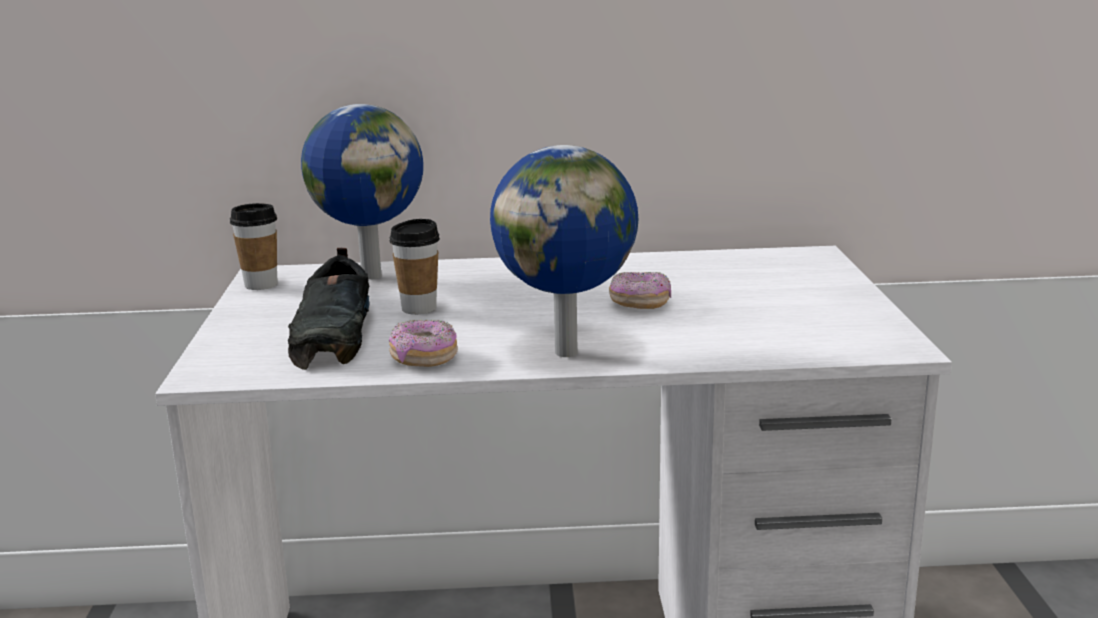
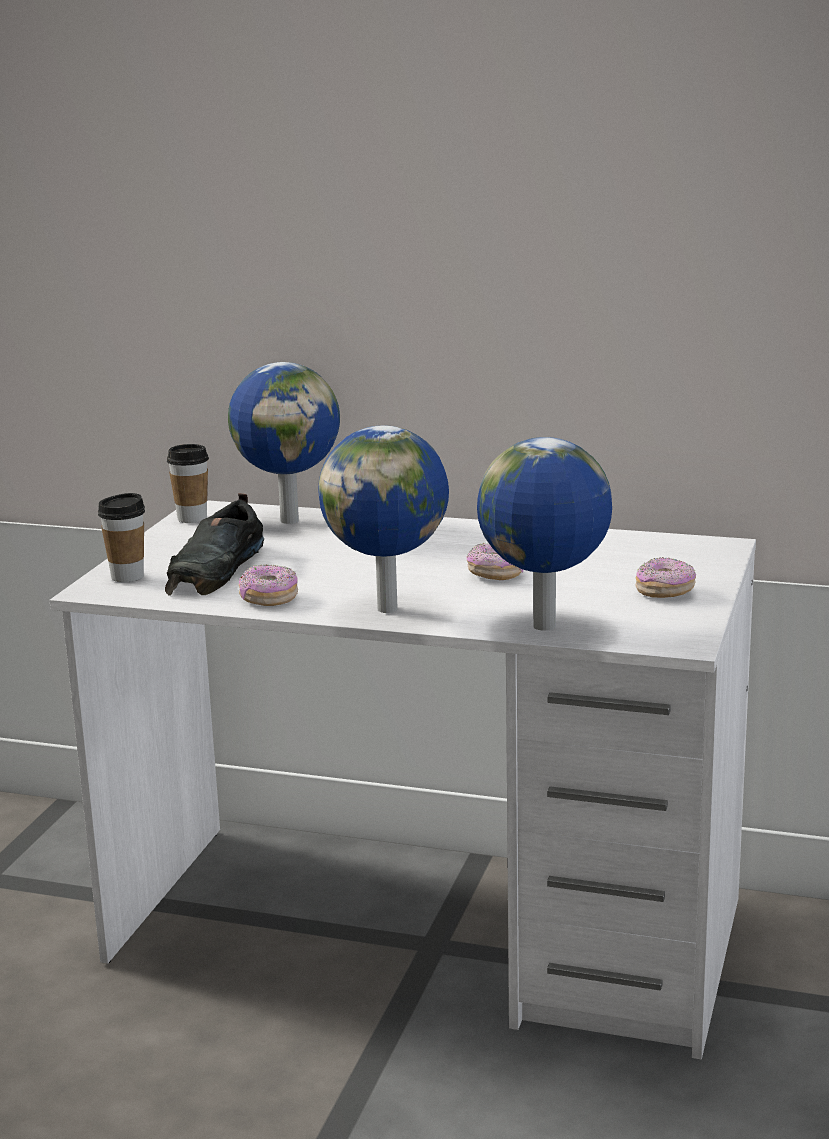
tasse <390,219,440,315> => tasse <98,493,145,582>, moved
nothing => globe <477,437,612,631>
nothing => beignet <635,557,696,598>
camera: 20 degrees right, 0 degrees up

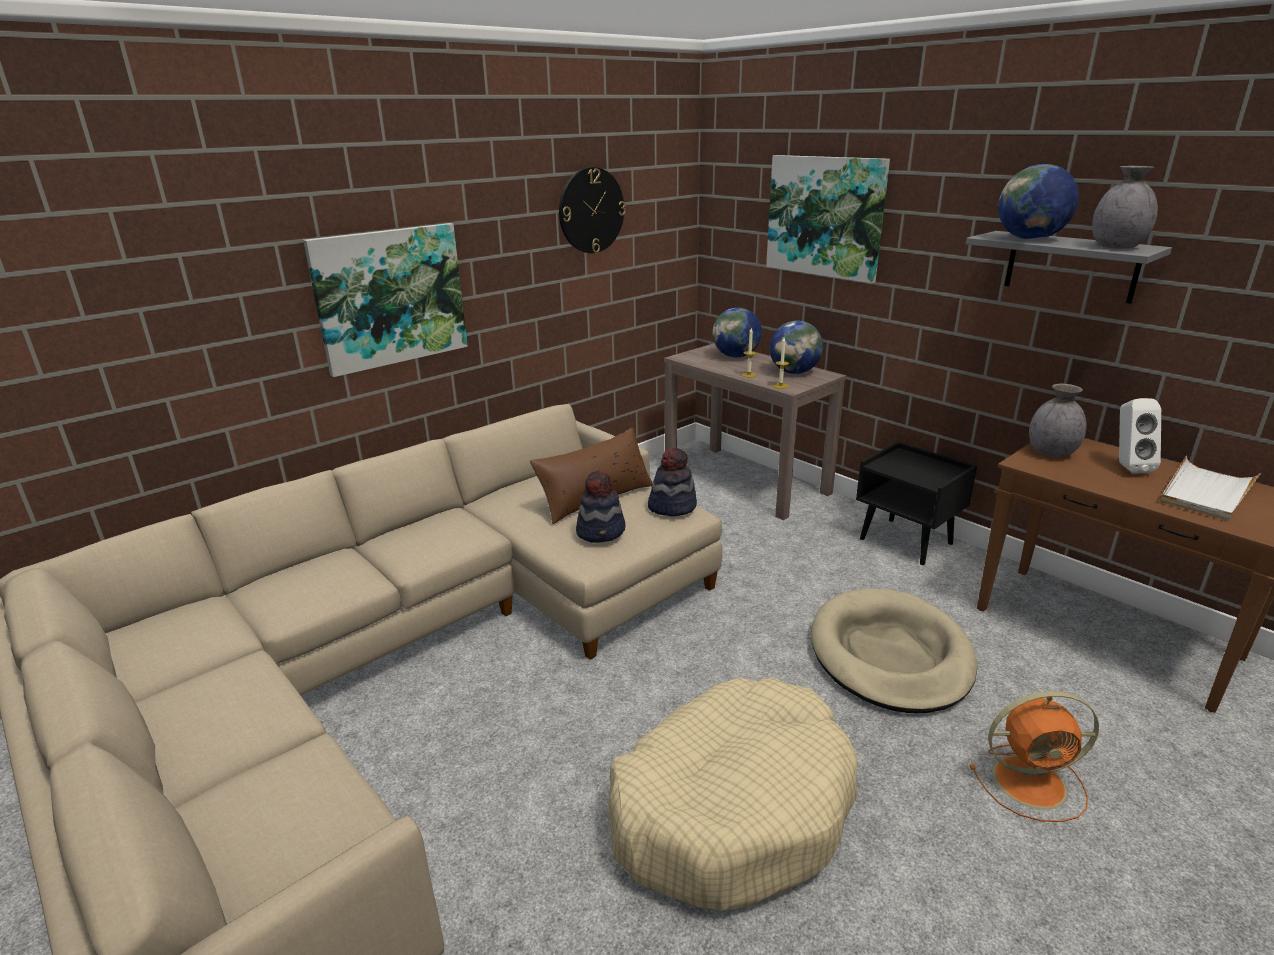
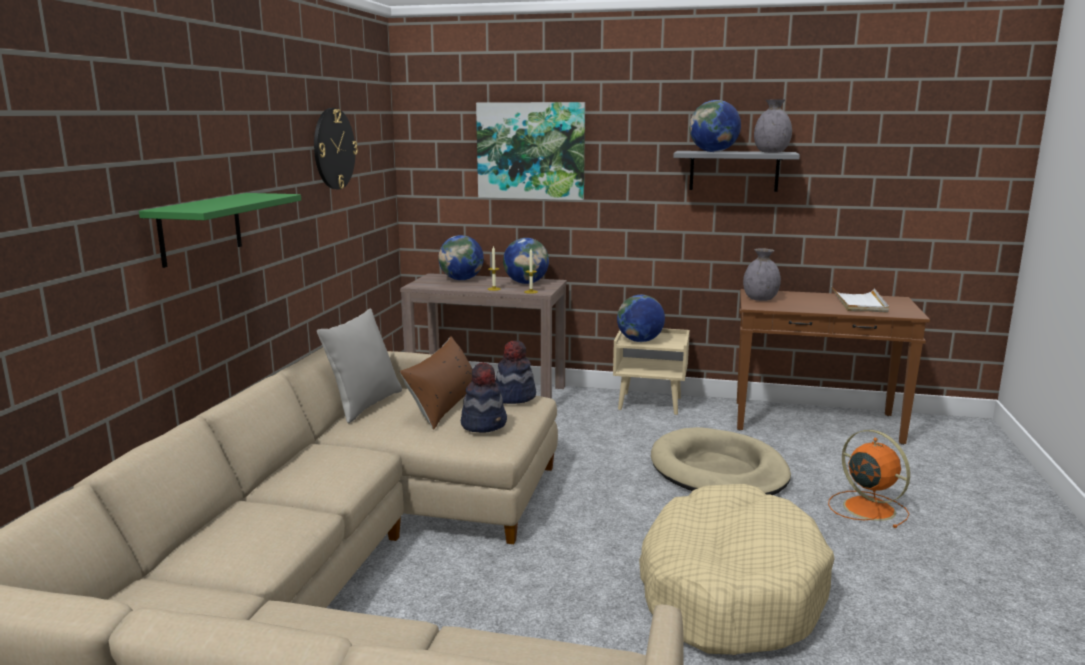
tableau <303,223,468,377> => étagère [vert] <139,193,301,268>
enceinte [blanc] <1119,398,1161,474> => nothing
table de chevet [noir] <856,442,977,565> => table de chevet [beige] <613,328,690,415>
ventilateur [orange] <970,691,1099,822> => ventilateur [orange] <828,430,910,528>, 90 degrees counterclockwise
nothing => globe <617,295,665,342>
nothing => coussin [gris] <317,309,402,423>
camera: 35 degrees left, 10 degrees down

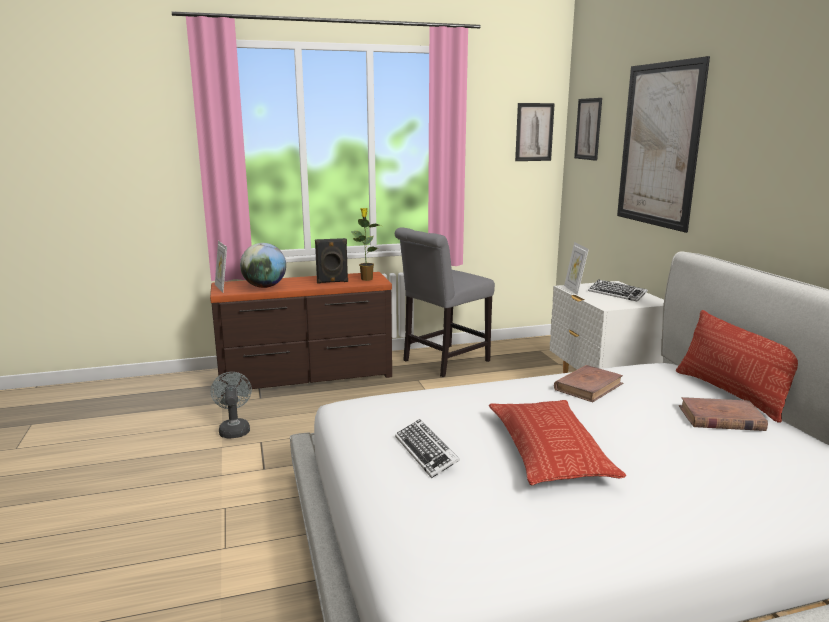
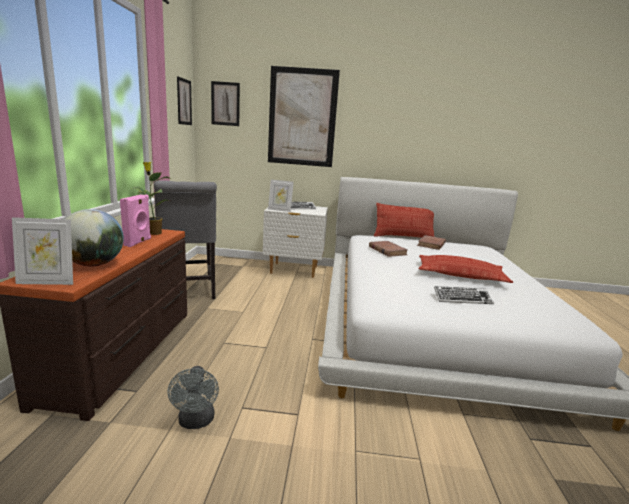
enceinte [noir] <315,238,348,284> => enceinte [rose] <120,195,151,247>
ventilateur [gris] <211,372,252,439> => ventilateur [gris] <168,366,219,429>, 105 degrees counterclockwise
camera: 70 degrees left, 0 degrees up

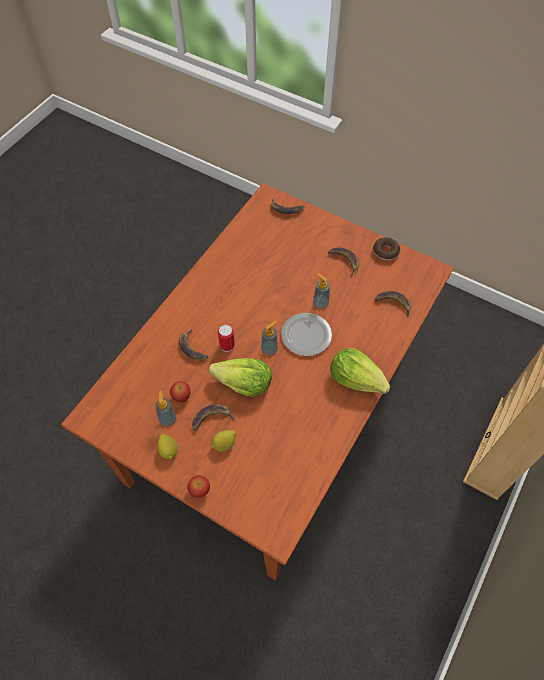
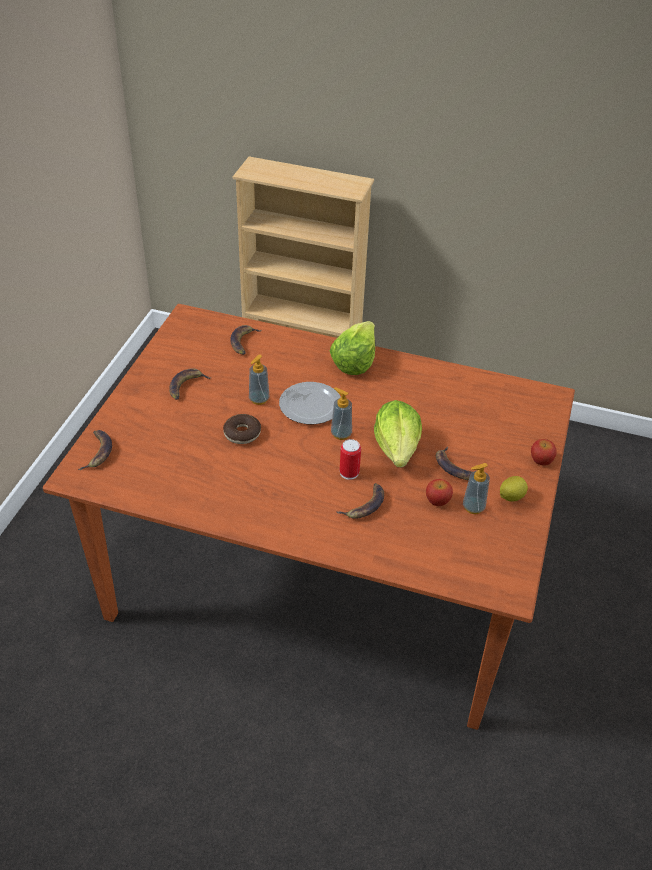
beignet <373,237,400,261> => beignet <223,414,261,444>, moved
citron <212,430,236,452> => nothing
camera: 105 degrees left, 15 degrees down

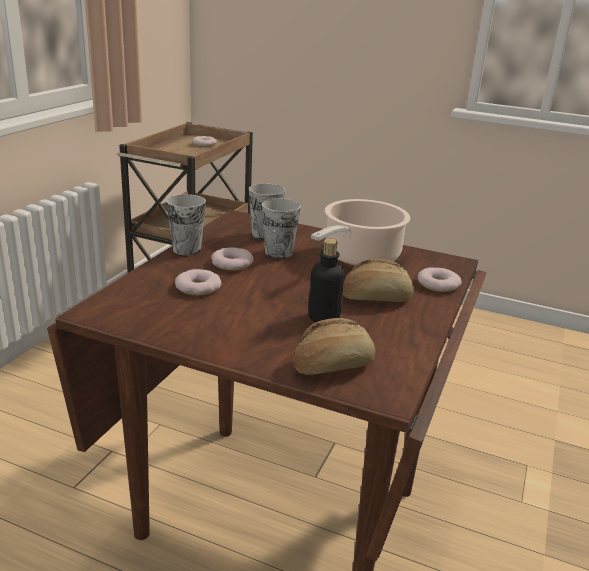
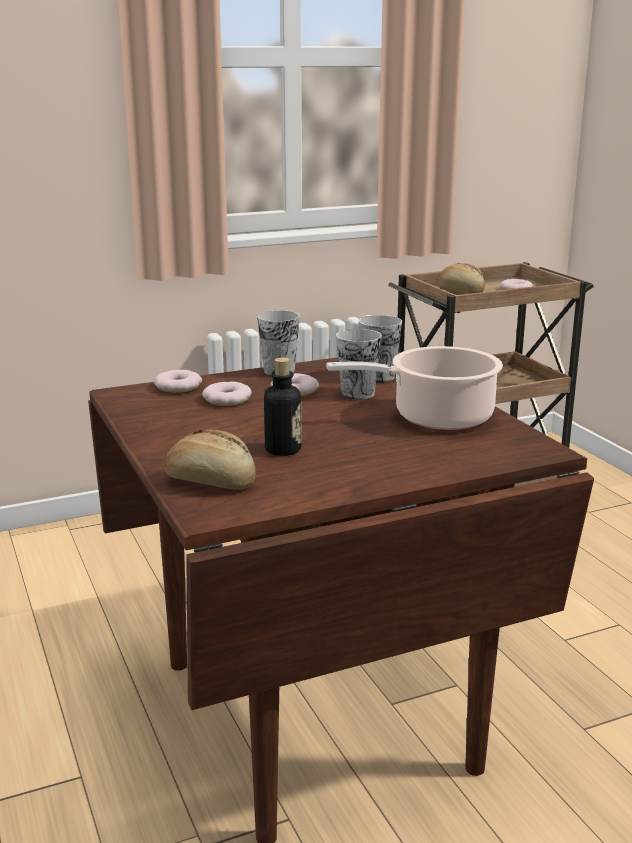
pain <343,259,414,302> => pain <437,263,485,294>, moved
beignet <418,267,462,292> => beignet <154,370,202,393>, moved
camera: 45 degrees right, 5 degrees down

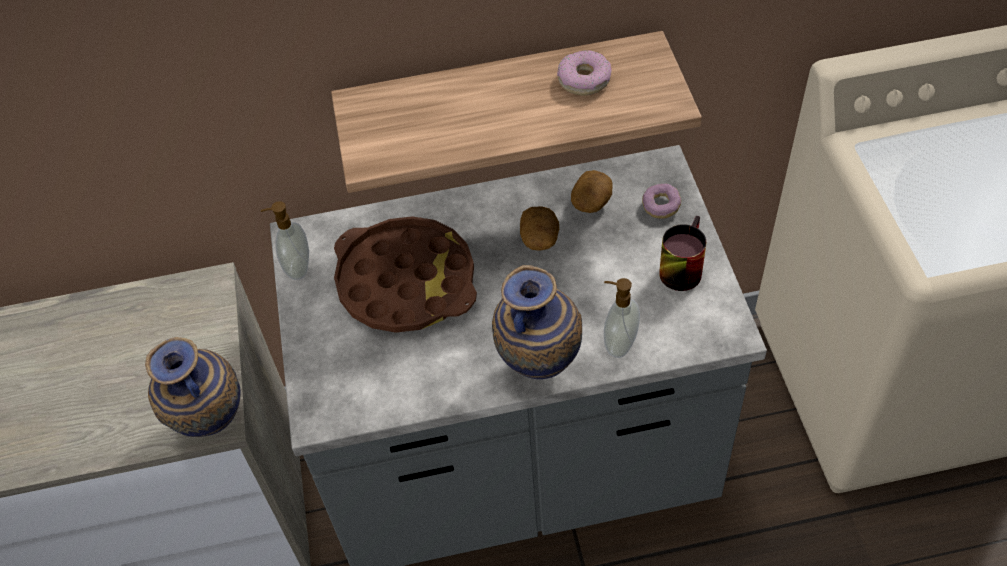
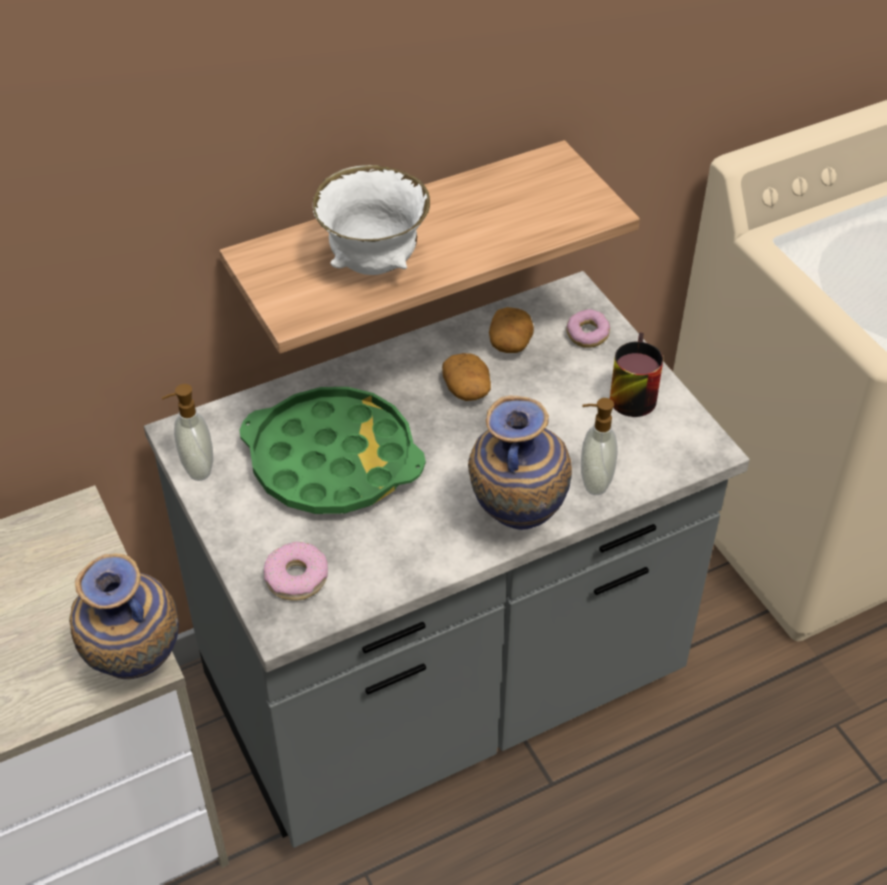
beignet <557,50,612,96> => beignet <264,541,328,601>, moved
plateau [marron] <334,216,477,333> => plateau [vert] <239,387,426,514>
nothing => bol [blanc] <313,165,430,275>
camera: 20 degrees left, 5 degrees down

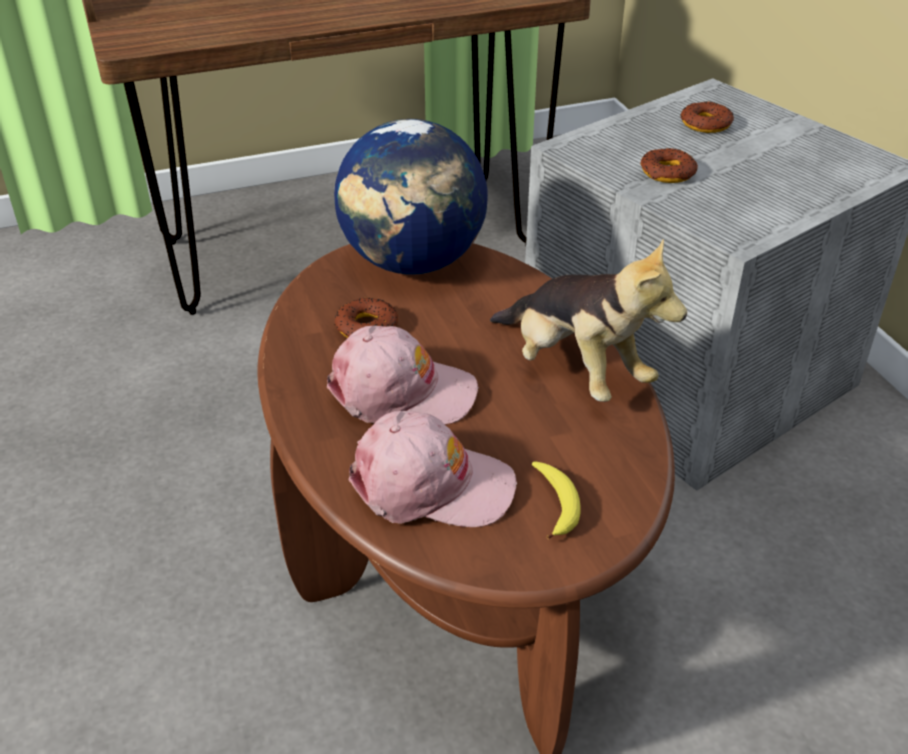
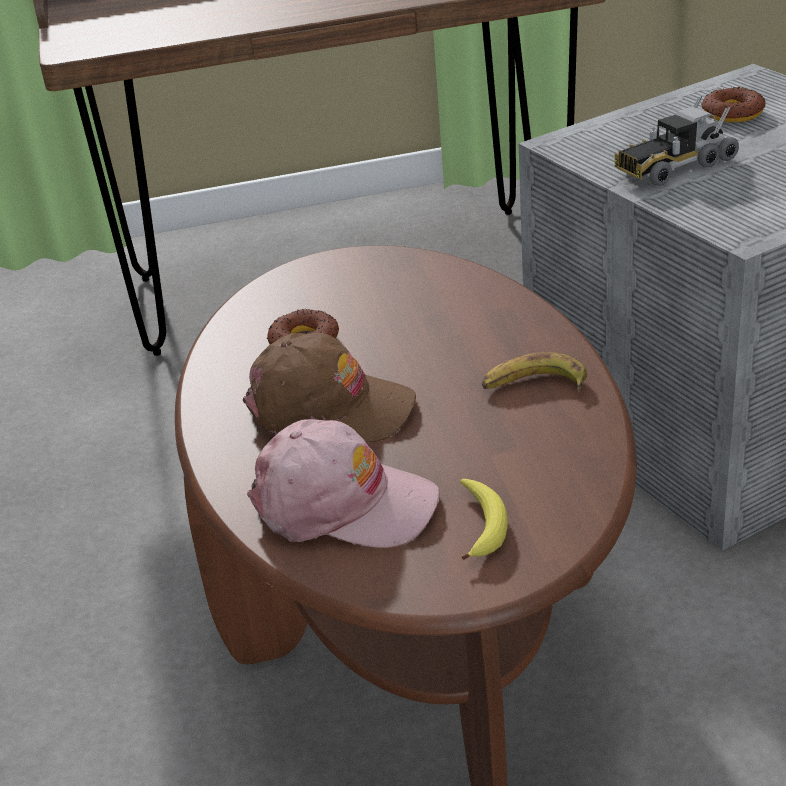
globe <334,119,488,275> => nothing
beignet <641,148,698,183> => camion jouet <615,96,739,186>
peluche <490,239,687,402> => banane <482,352,587,391>
casquette [rose] <327,326,479,425> => casquette [marron] <243,333,416,442>
camera: 10 degrees right, 5 degrees down

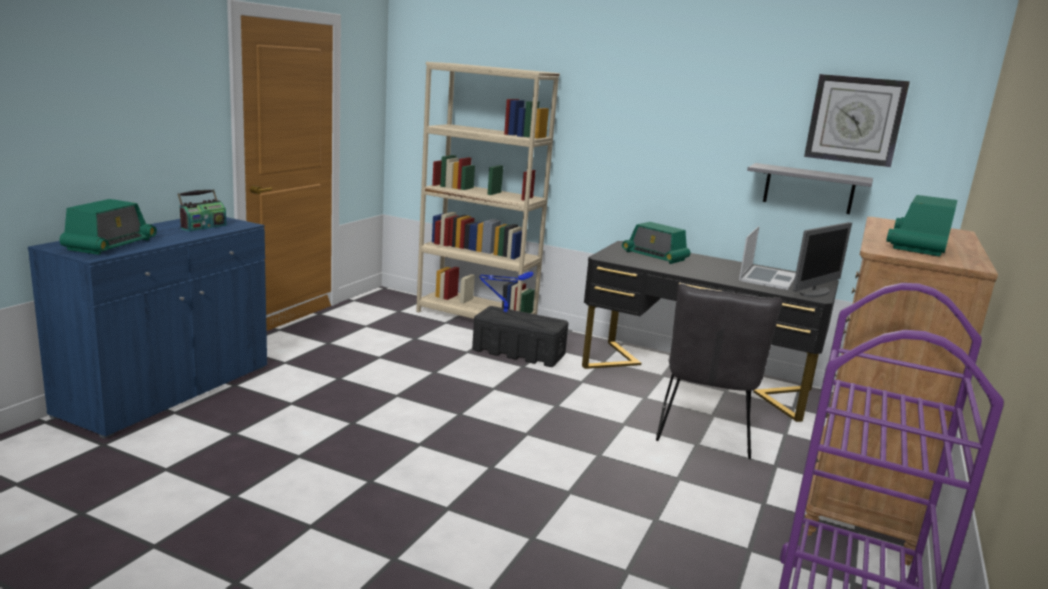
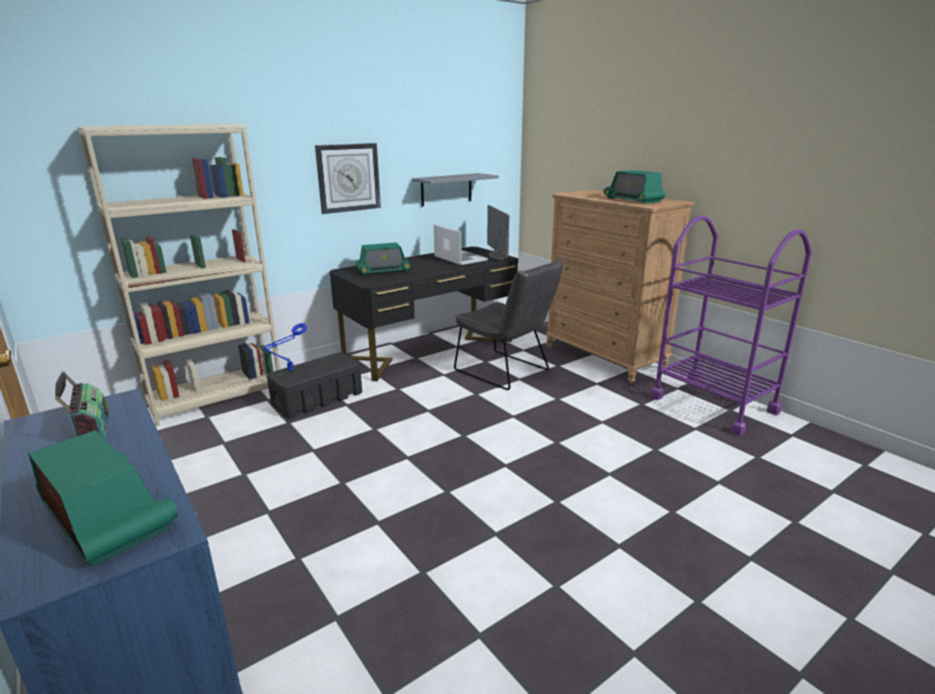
horloge murale <804,74,910,167> => horloge murale <315,143,381,214>, moved
camera: 60 degrees left, 5 degrees up

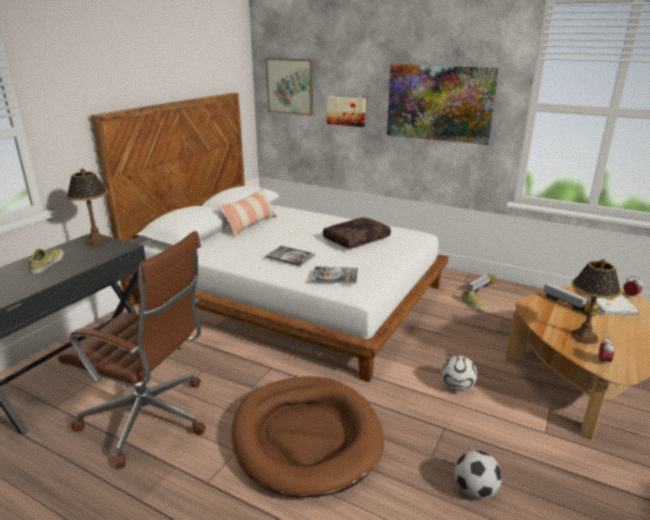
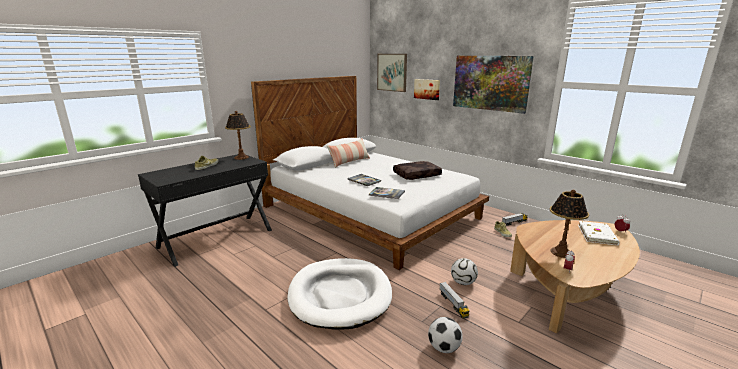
chaise de bureau [marron] <58,231,206,469> => nothing
camion jouet <543,282,598,317> => camion jouet <440,282,469,319>, moved
panier pour chien [marron] <232,376,384,498> => panier pour chien [blanc] <287,258,392,329>
camera: 15 degrees right, 5 degrees down

